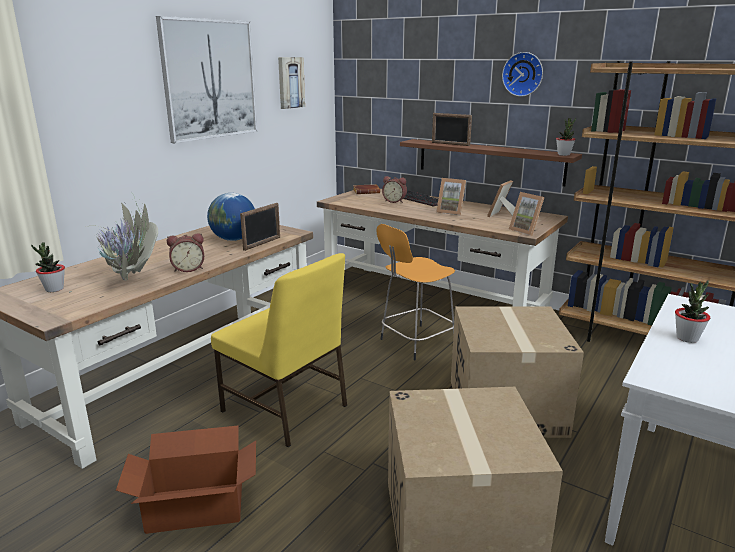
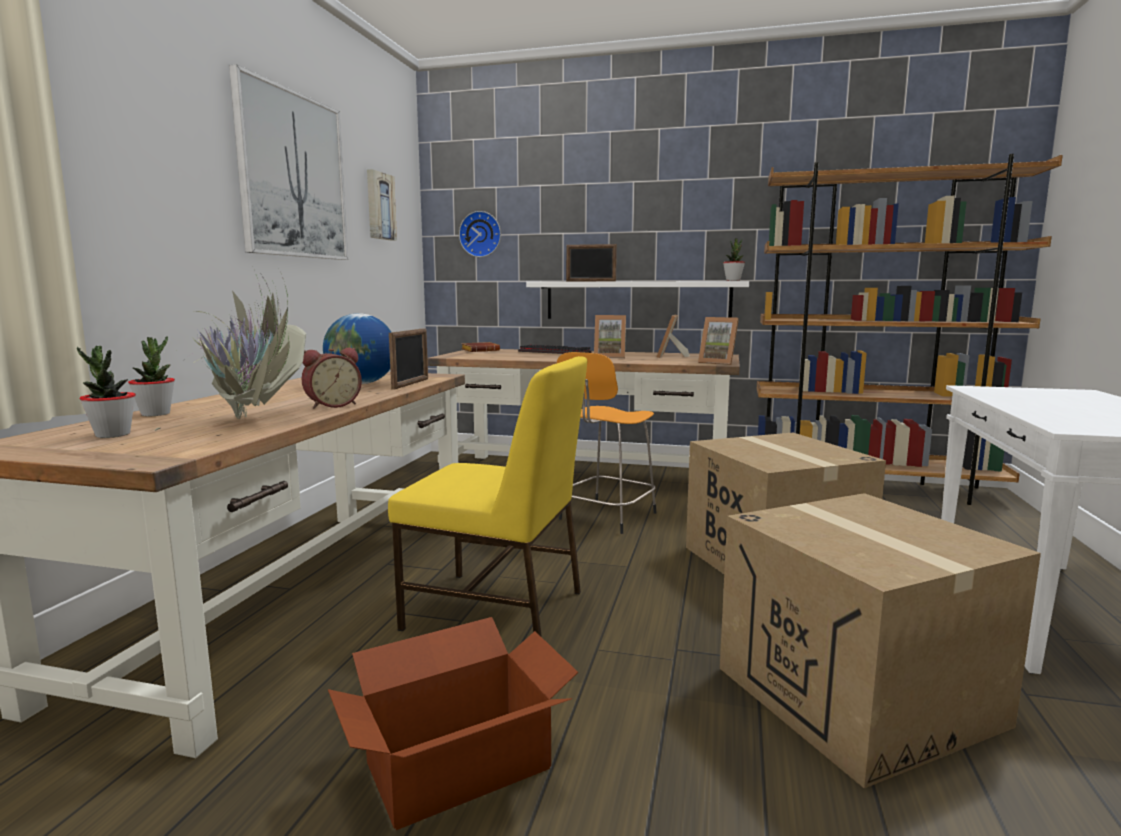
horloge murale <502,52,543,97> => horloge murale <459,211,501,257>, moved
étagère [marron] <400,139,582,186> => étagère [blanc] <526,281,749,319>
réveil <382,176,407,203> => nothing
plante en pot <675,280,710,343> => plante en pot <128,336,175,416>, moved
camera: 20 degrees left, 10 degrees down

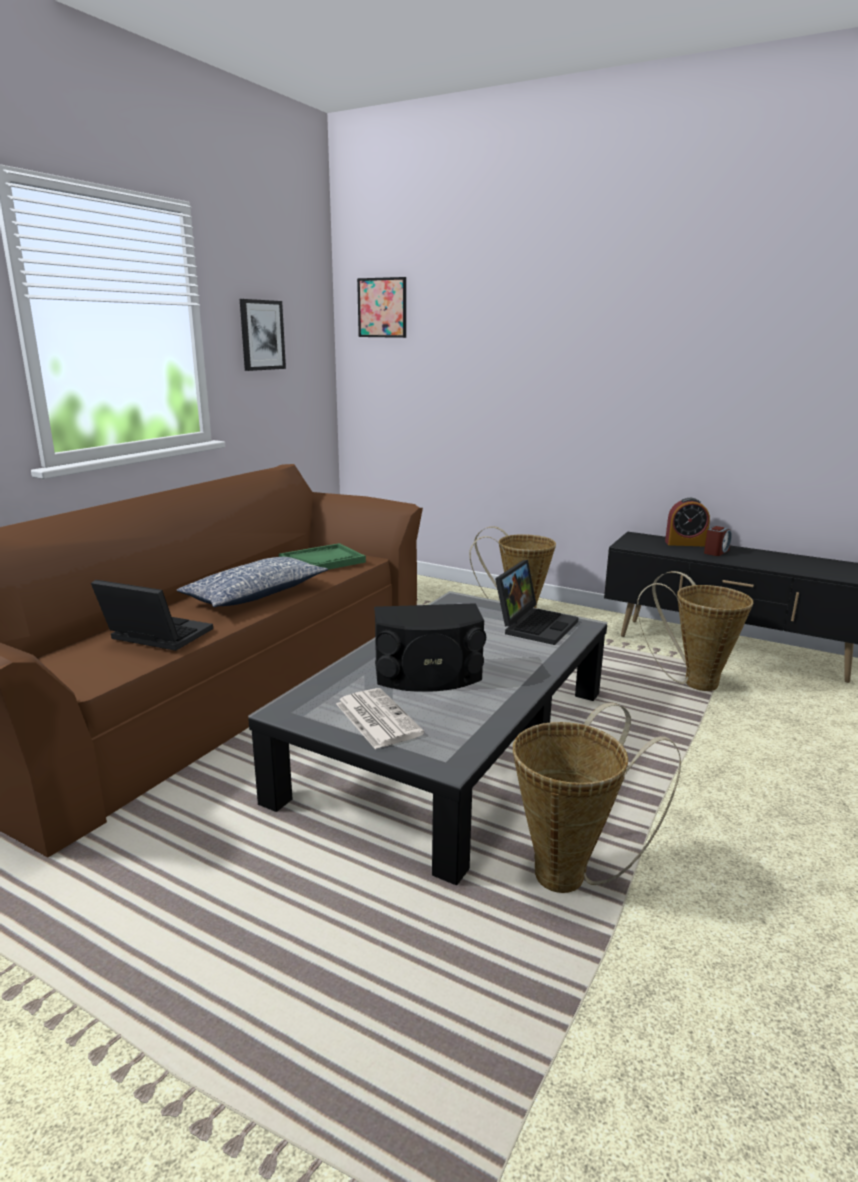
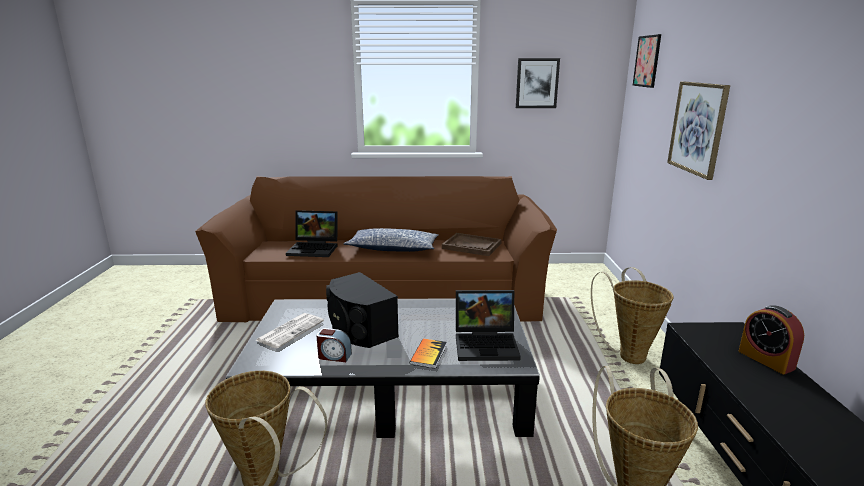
réveil <704,526,732,556> => réveil <316,328,352,362>, moved
plateau [vert] <279,543,366,570> => plateau [marron] <442,233,502,256>
ordinateur portable <91,580,213,651> => ordinateur portable <286,210,338,257>, 105 degrees clockwise
nothing => tableau <667,82,730,180>
nothing => livre <410,339,447,369>
camera: 60 degrees right, 0 degrees up

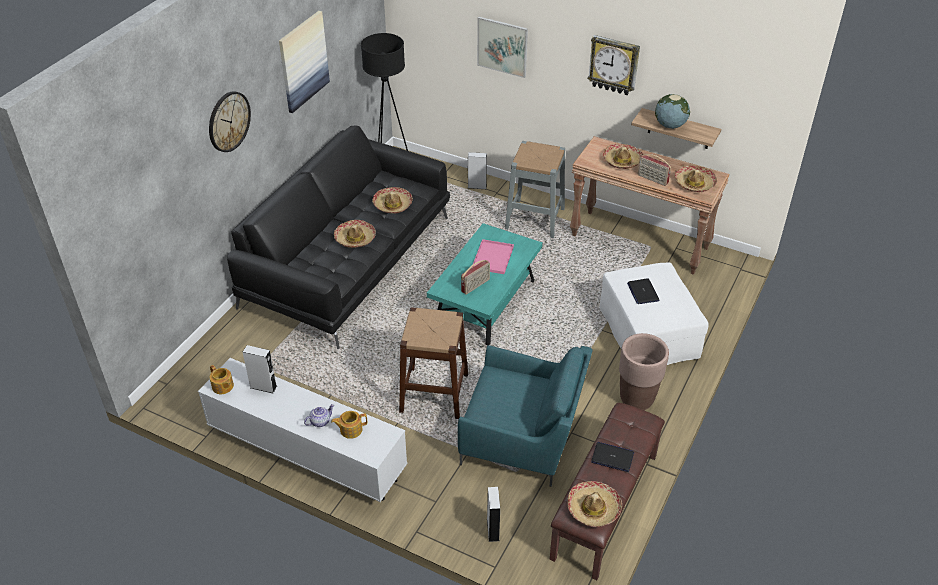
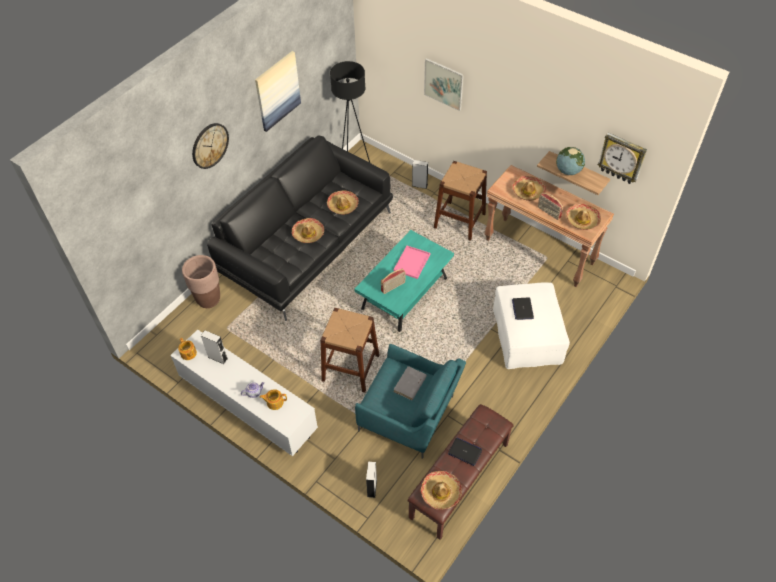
horloge murale <588,35,640,95> => horloge murale <598,133,647,184>, moved
tabouret [gris] <505,141,565,238> => tabouret [marron] <434,161,487,241>
cache-pot [marron] <619,333,669,410> => cache-pot [marron] <182,255,220,308>, moved
nothing => livre [gris] <393,366,427,400>
camera: 10 degrees right, 10 degrees up

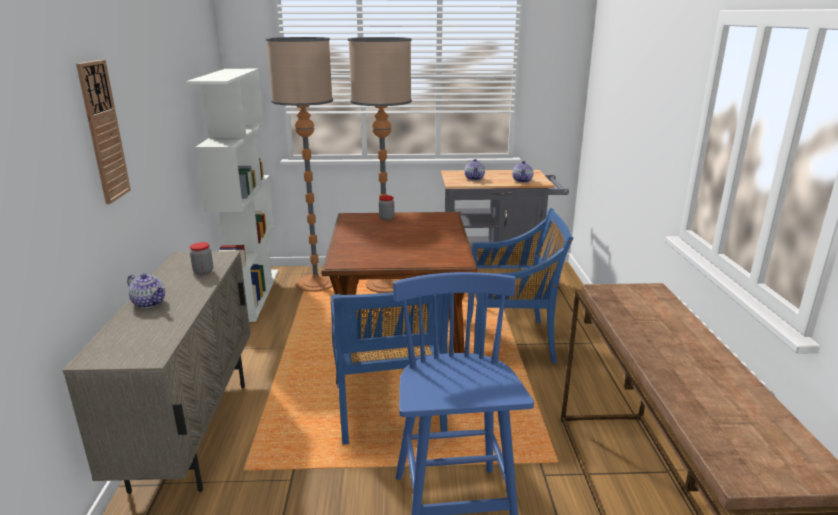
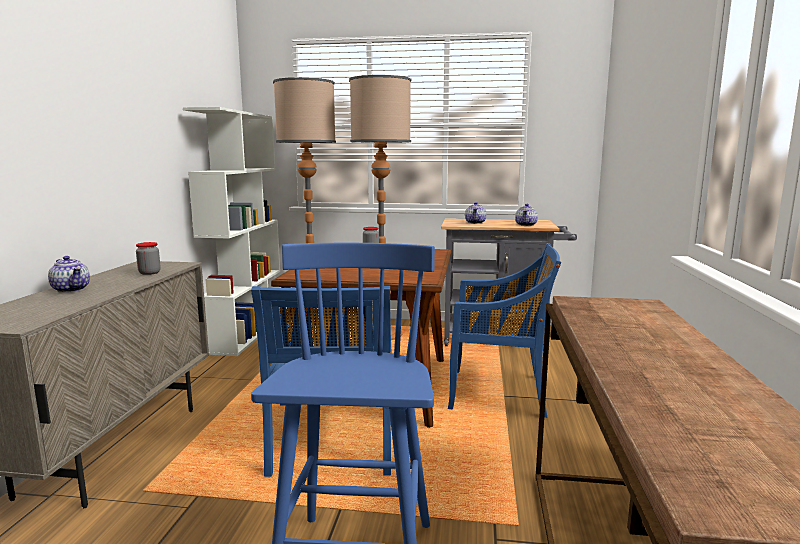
horloge murale <76,60,131,204> => nothing
camera: 10 degrees right, 10 degrees down

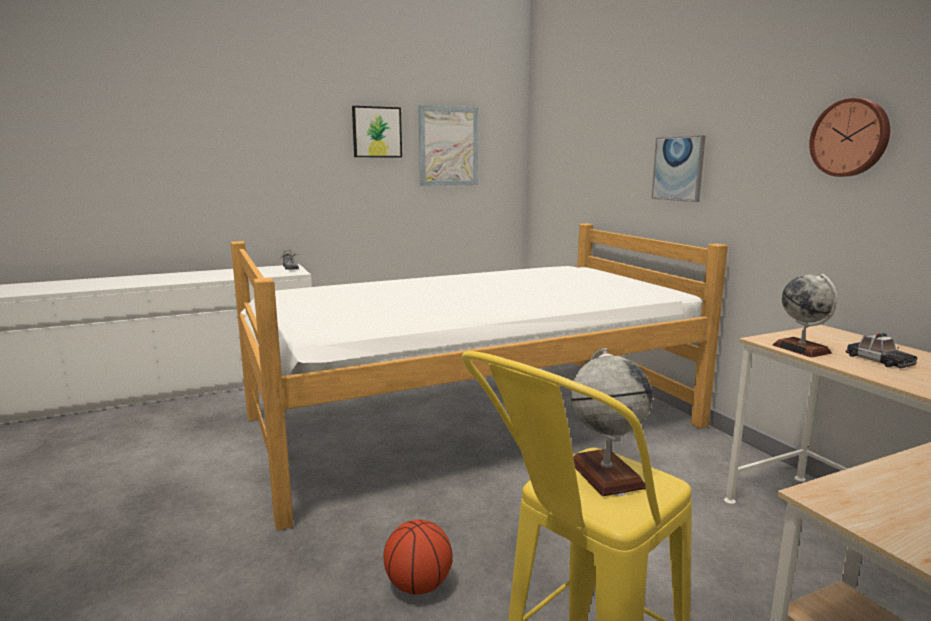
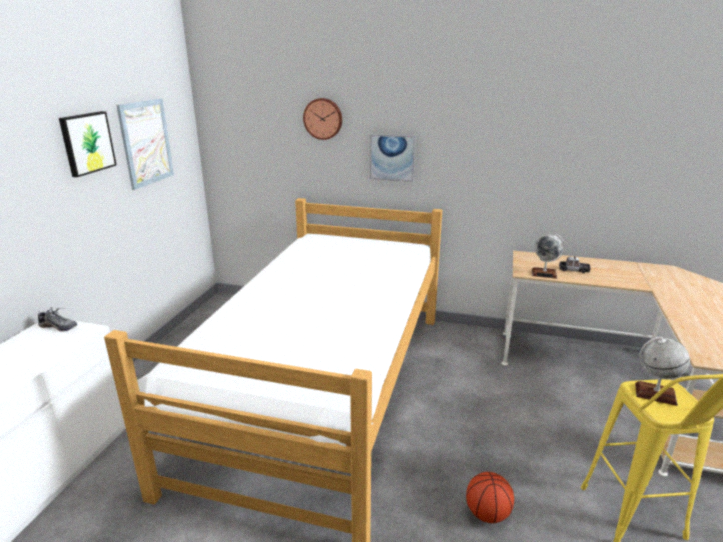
horloge murale <809,98,890,177> => horloge murale <303,98,342,140>, moved
camera: 50 degrees left, 10 degrees up

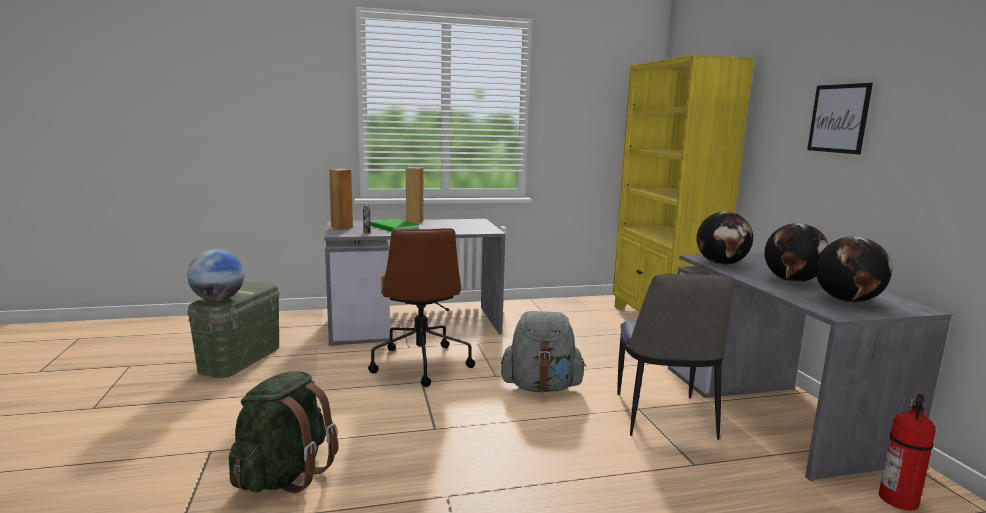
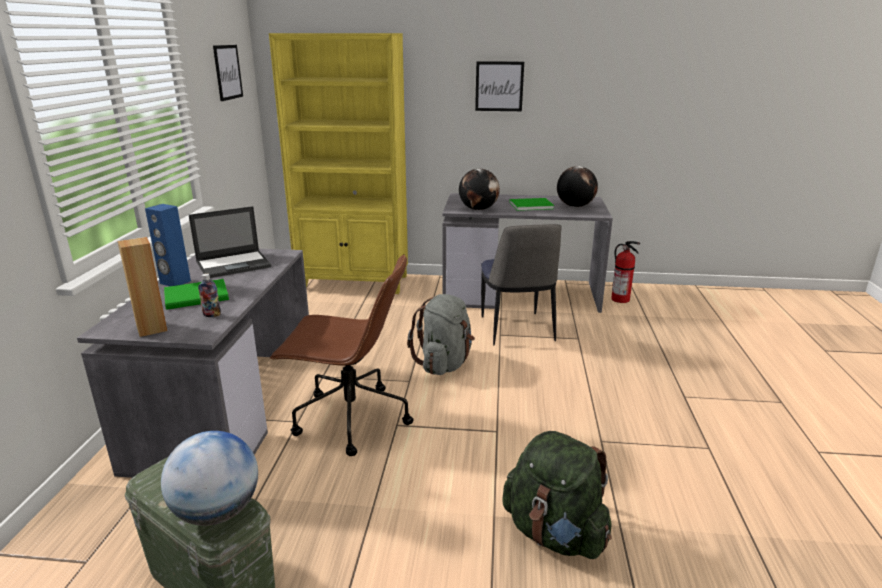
enceinte [marron] <406,167,423,224> => enceinte [bleu] <145,204,191,286>
globe <764,223,829,282> => livre [vert] <509,198,554,211>
chaise <617,274,734,440> => chaise <481,224,562,345>, 60 degrees clockwise
nothing => tableau <213,45,243,101>
nothing => ordinateur portable <189,206,271,278>
camera: 70 degrees left, 10 degrees up

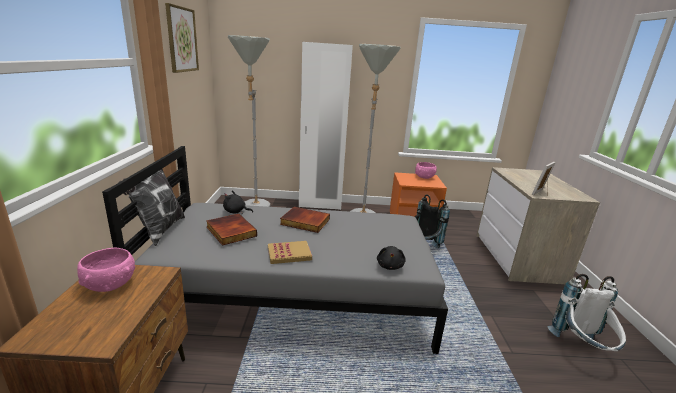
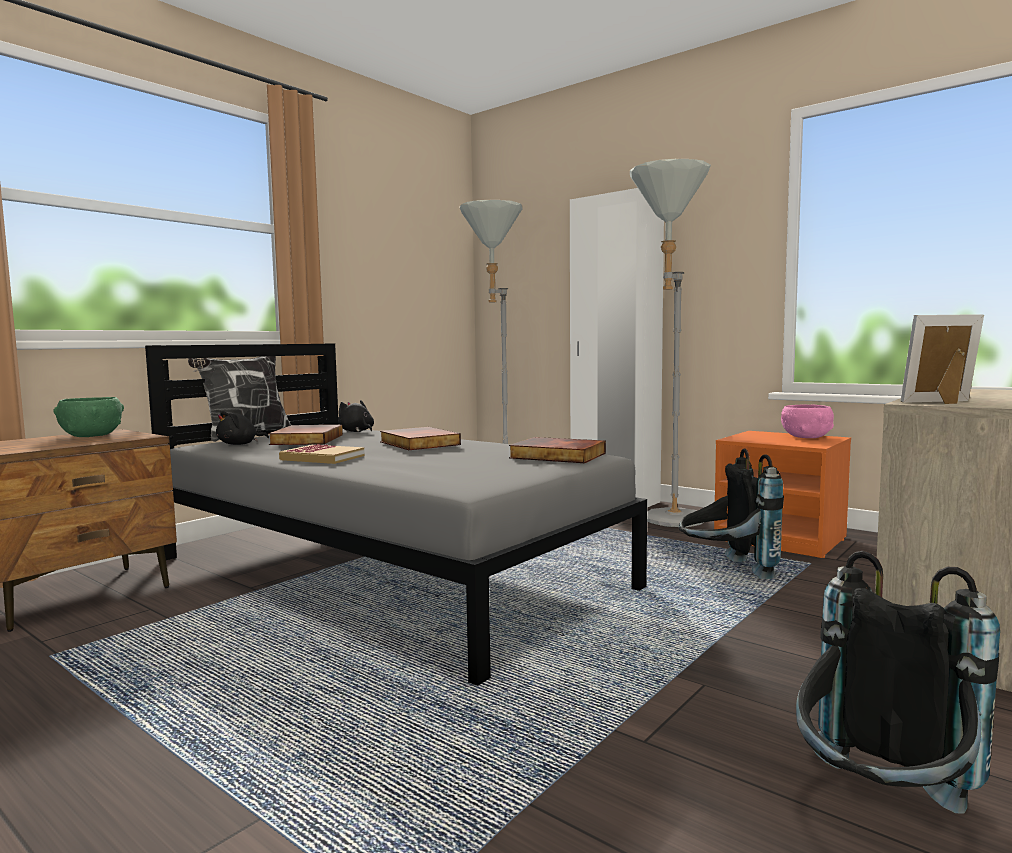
tableau <165,3,199,73> => nothing
peluche [noir] <377,246,406,270> => peluche [noir] <216,411,269,445>, moved
bol [rose] <77,248,135,292> => bol [vert] <54,397,124,437>
sac à dos [blanc] <548,274,626,351> => sac à dos [noir] <796,551,1000,814>
nothing => livre <509,437,606,463>
camera: 40 degrees right, 15 degrees down

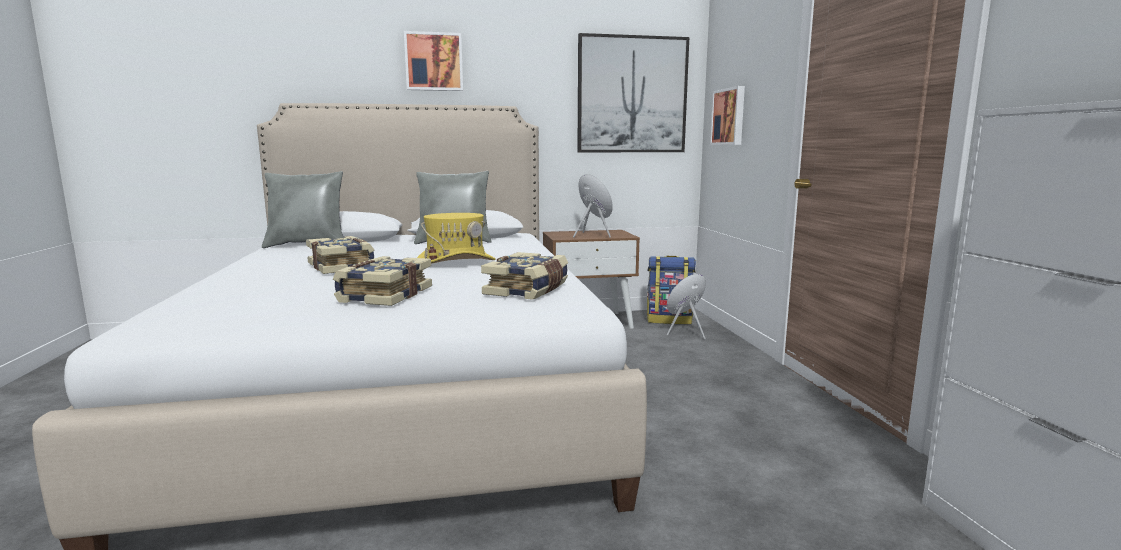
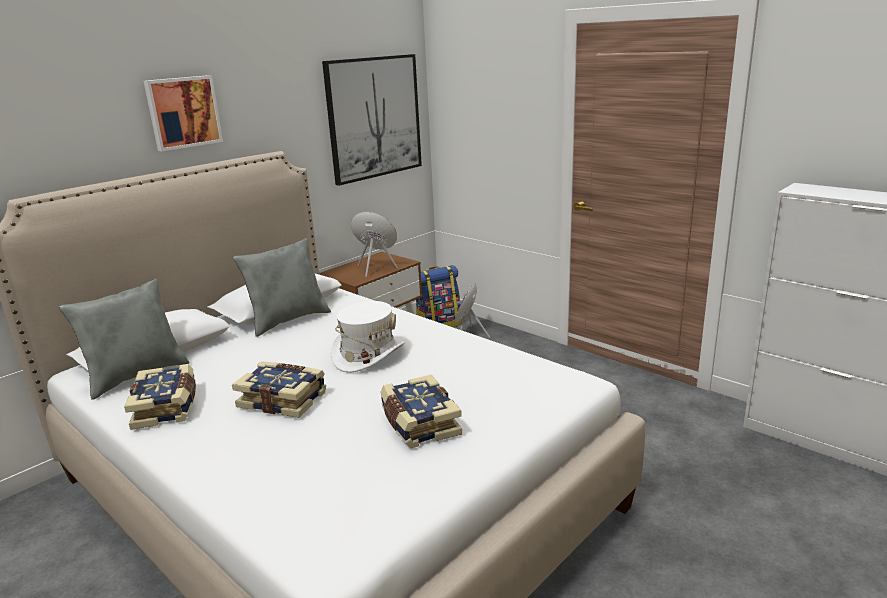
tableau <710,86,745,145> => nothing
chapeau [jaune] <417,213,496,264> => chapeau [blanc] <331,301,405,373>
livre <481,252,568,300> => livre <124,364,196,430>, moved
camera: 35 degrees left, 10 degrees up

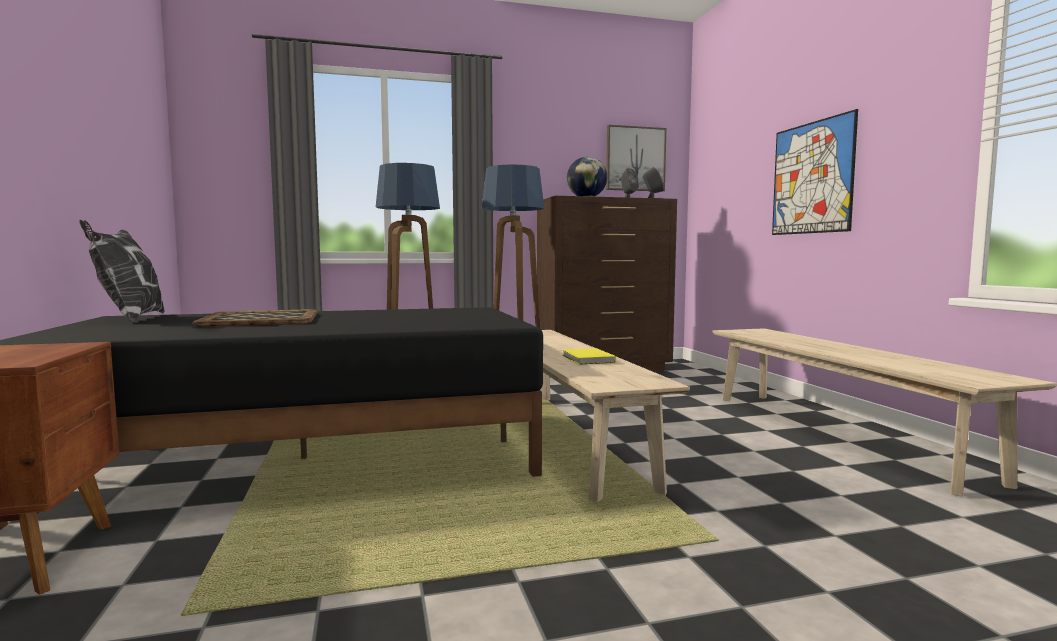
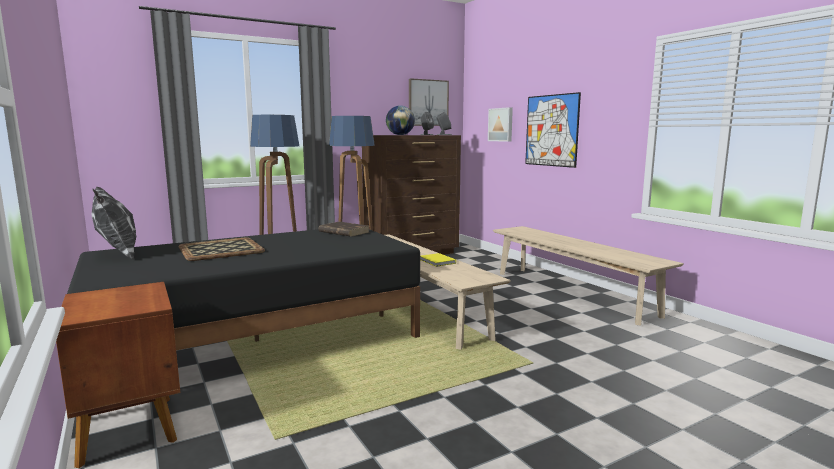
nothing => tableau <488,107,513,142>
nothing => livre [marron] <318,222,369,237>
camera: 15 degrees left, 5 degrees up

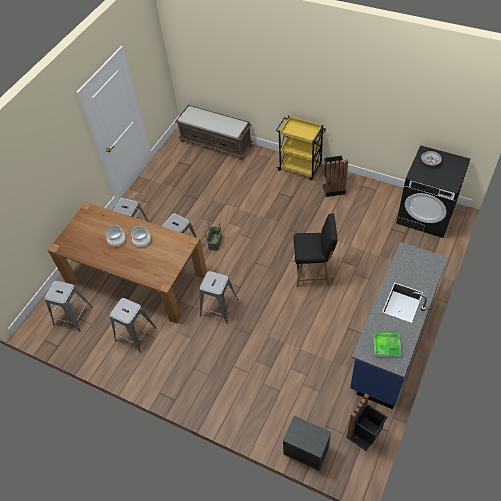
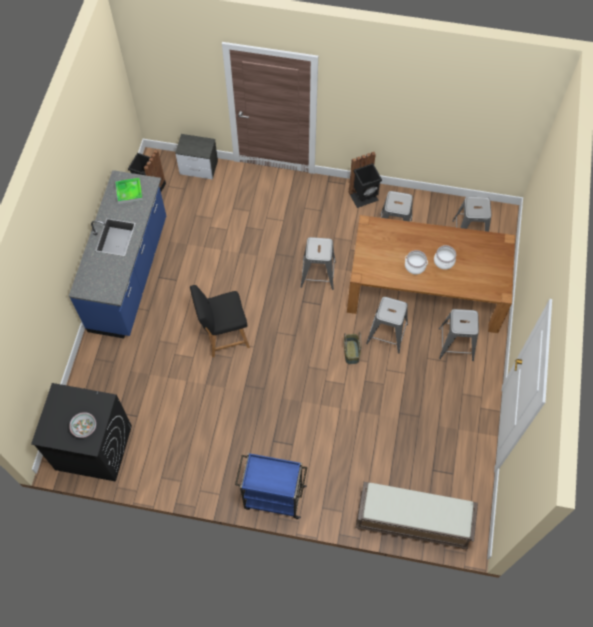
chariot [jaune] <276,116,326,180> => chariot [bleu] <235,453,307,519>
poubelle [noir] <322,155,348,197> => poubelle [noir] <349,152,382,208>, moved
camera: 160 degrees right, 10 degrees up

